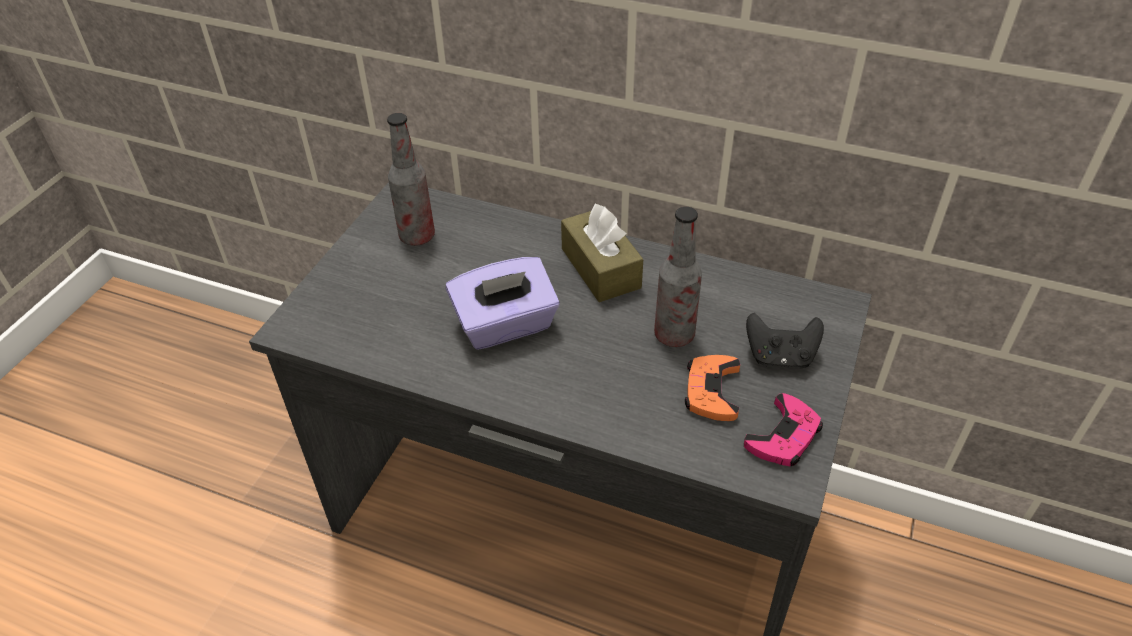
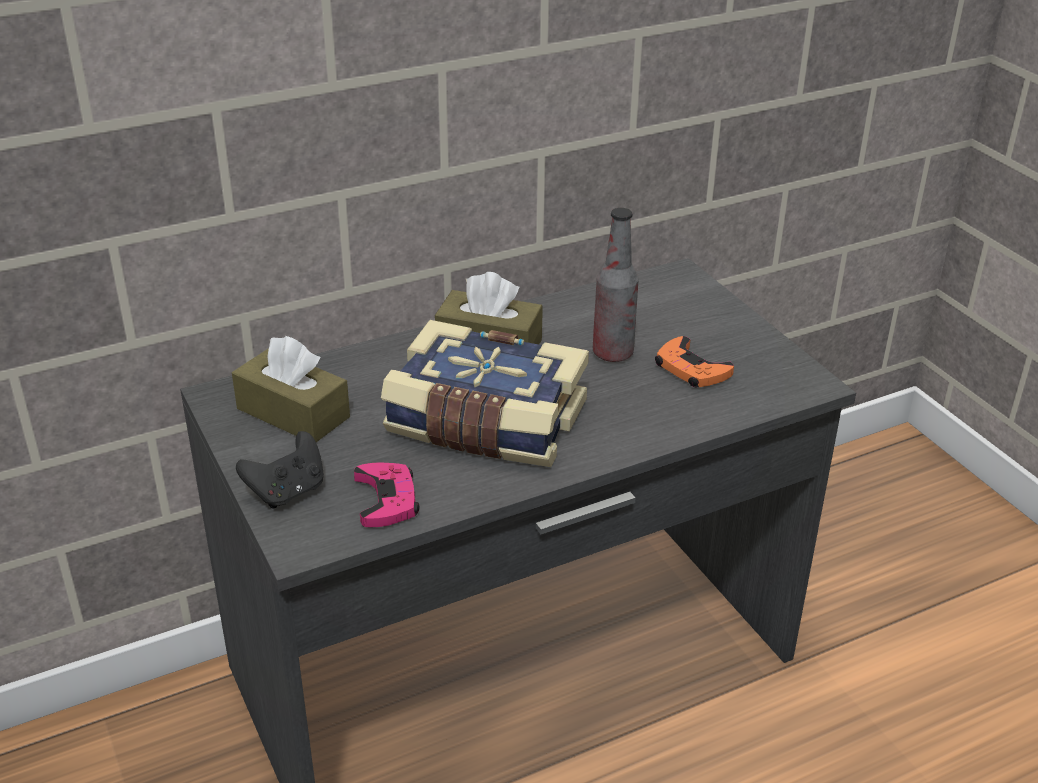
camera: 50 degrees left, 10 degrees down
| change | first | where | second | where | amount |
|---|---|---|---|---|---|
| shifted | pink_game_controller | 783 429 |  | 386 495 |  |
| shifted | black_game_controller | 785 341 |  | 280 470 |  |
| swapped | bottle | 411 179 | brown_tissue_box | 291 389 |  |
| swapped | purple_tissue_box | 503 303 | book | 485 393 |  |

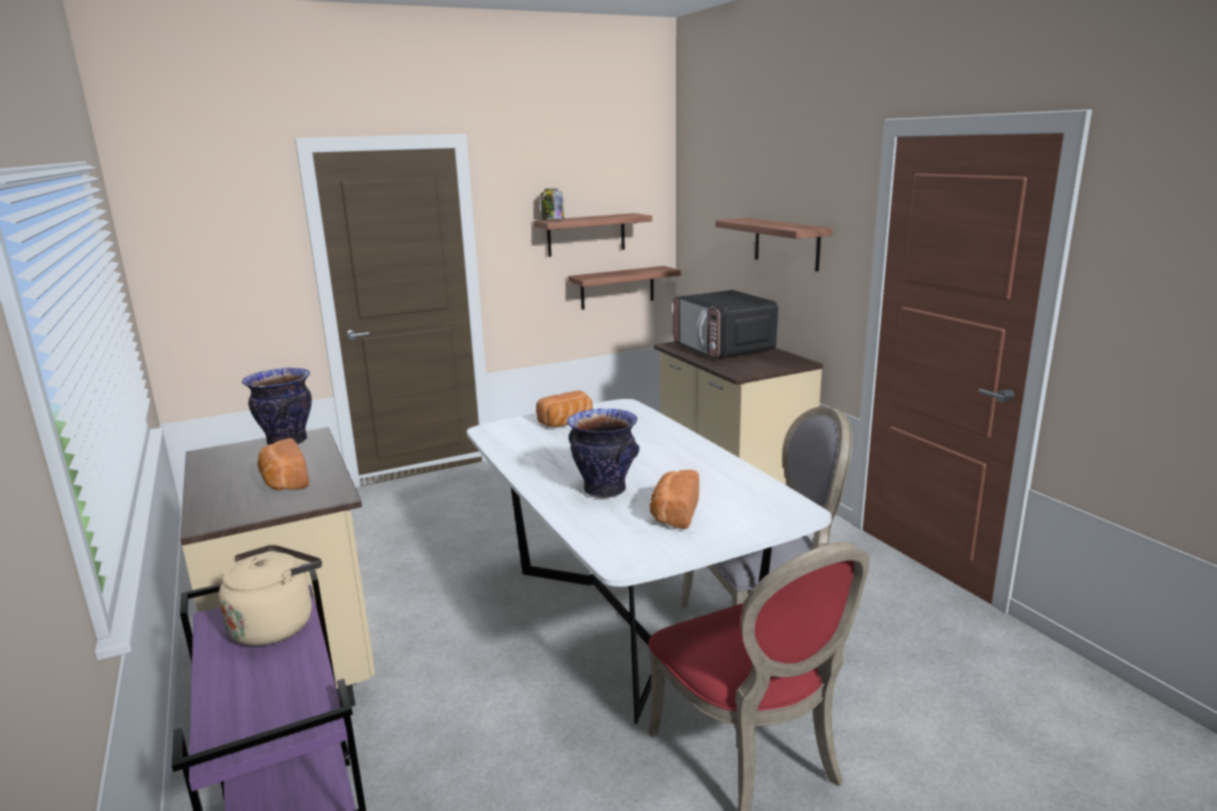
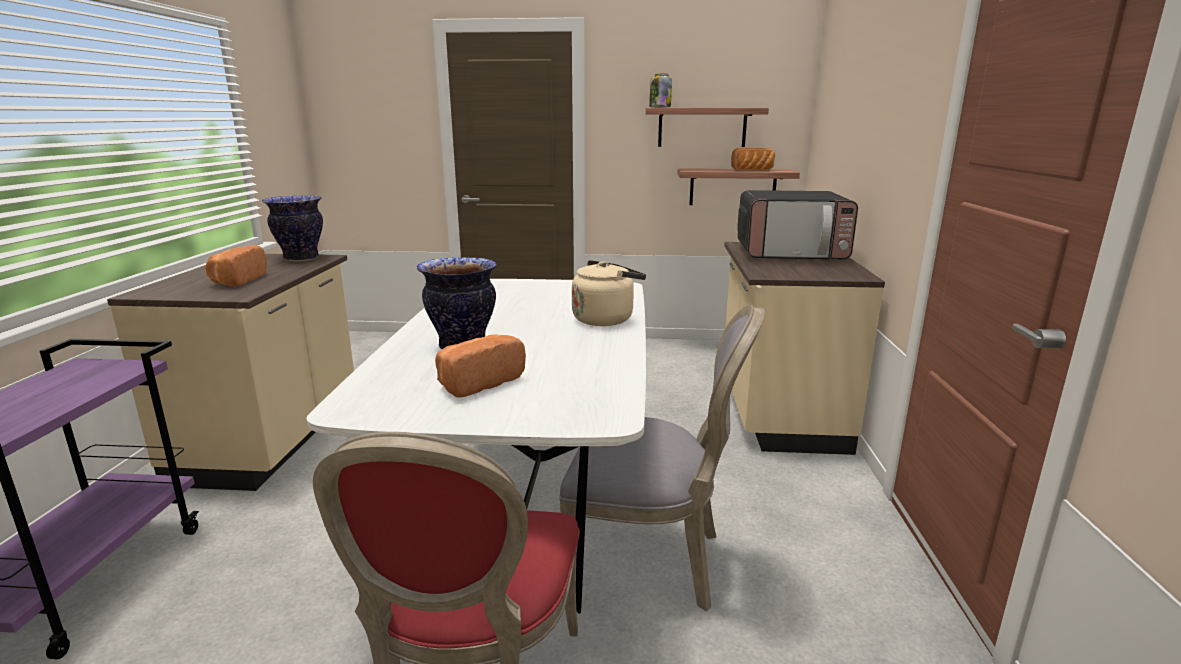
camera: 30 degrees right, 0 degrees up
| change | first | where | second | where | amount |
|---|---|---|---|---|---|
| gone | shelf | 774 245 |  |  |  |
| shifted | beige_kettle | 270 595 |  | 609 293 |  |
| shifted | bread | 564 409 |  | 753 159 |  |
| rotated | microwave | 726 324 |  | 797 225 | 90 degrees counterclockwise |

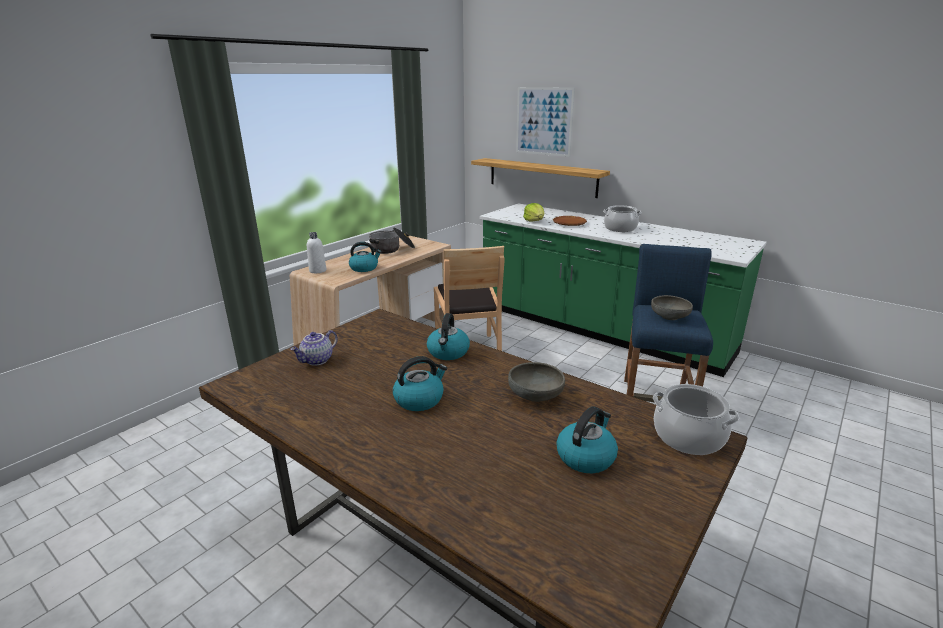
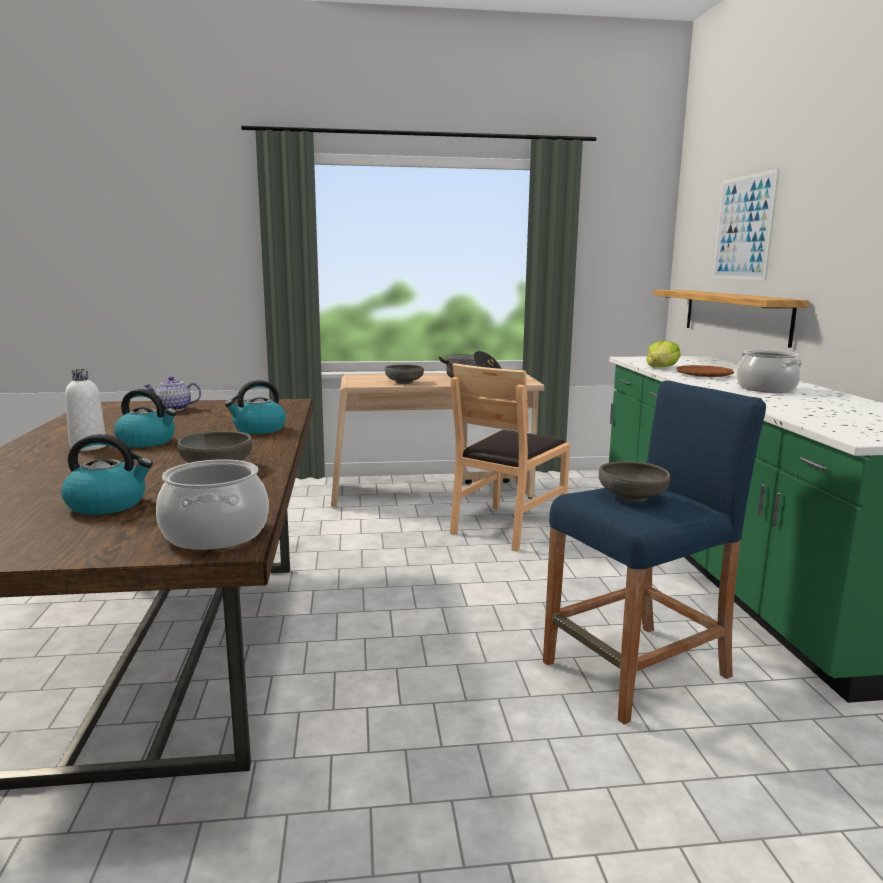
camera: 45 degrees right, 10 degrees down
| change | first | where | second | where | amount |
|---|---|---|---|---|---|
| shifted | white_bottle | 316 252 |  | 85 410 |  |
| swapped | kettle | 365 257 | grey_bowl | 404 374 |  |

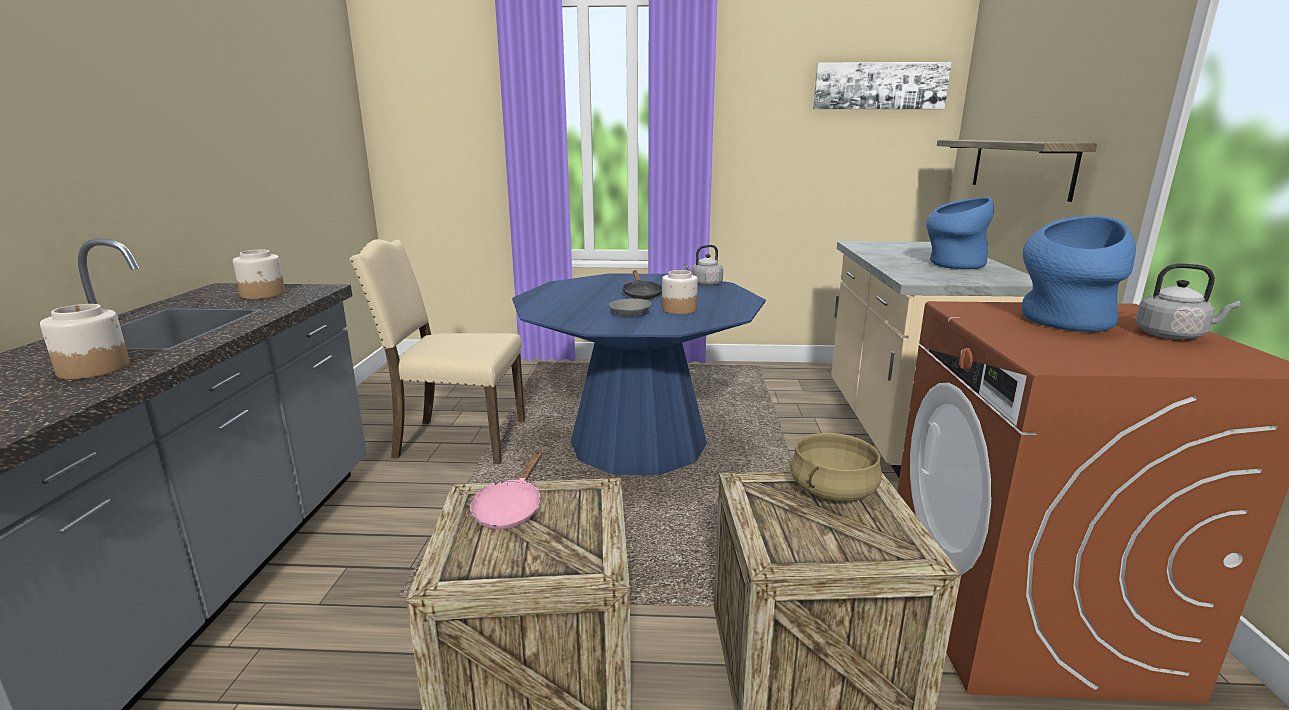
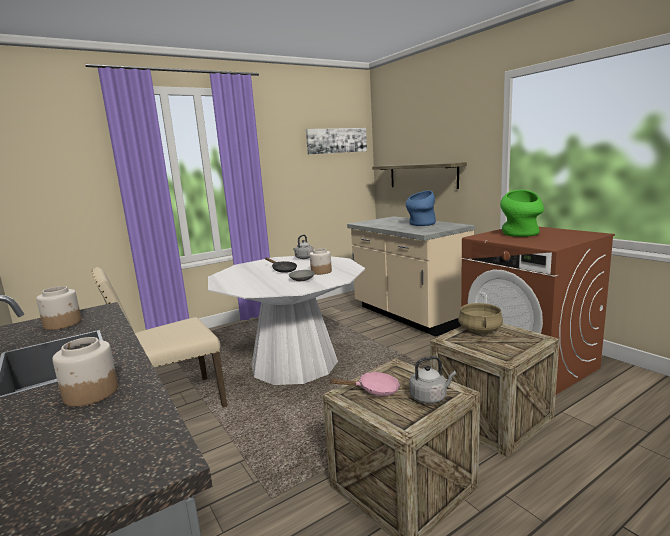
camera: 35 degrees left, 5 degrees down
| change | first | where | second | where | amount |
|---|---|---|---|---|---|
| shifted | grey_kettle | 1188 301 |  | 432 380 |  |
| repainted | blue_dining_table | 639 374 | white_dining_table | 286 320 |  |
| repainted | blue_vase | 1079 274 | green_vase | 522 213 |  |
| rotated | pink_frying_pan | 506 490 |  | 364 384 | 75 degrees counterclockwise |

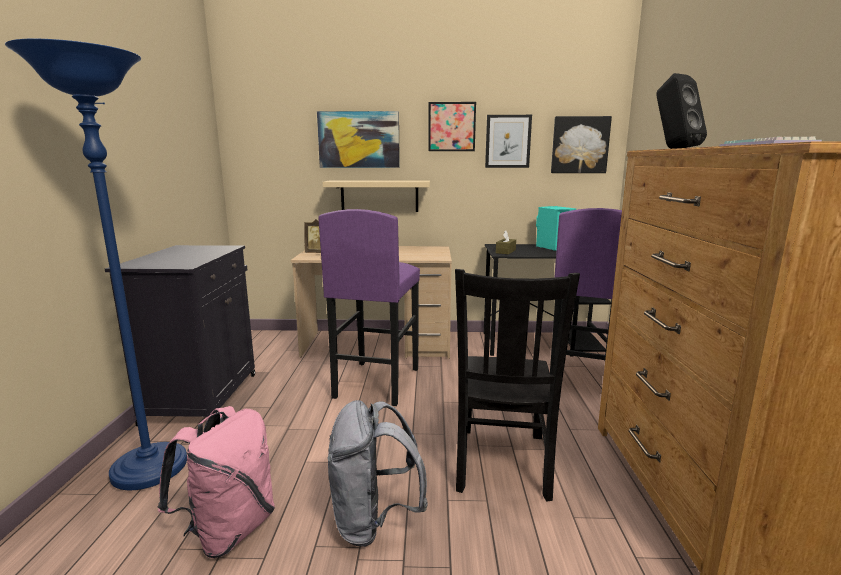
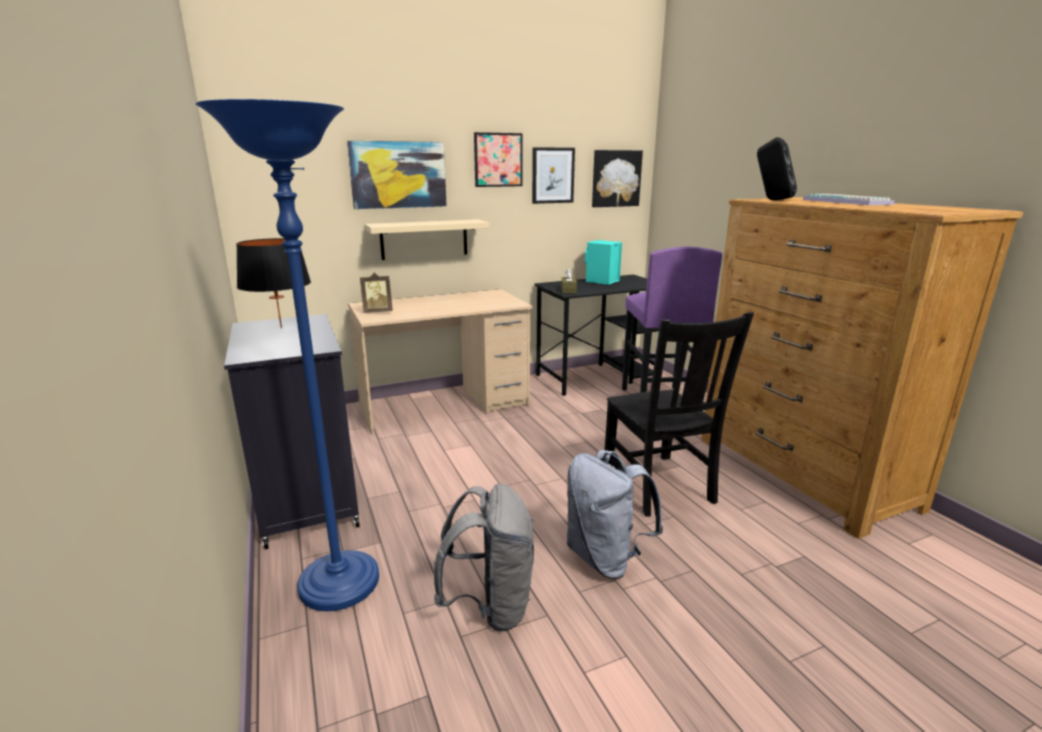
camera: 25 degrees left, 5 degrees up
| change | first | where | second | where | amount |
|---|---|---|---|---|---|
| gone | purple_stool | 369 307 |  |  |  |
| new |  |  | black_table_lamp | 273 283 |  |
| repainted | pink_backpack | 216 482 | grey_backpack | 484 558 |  |

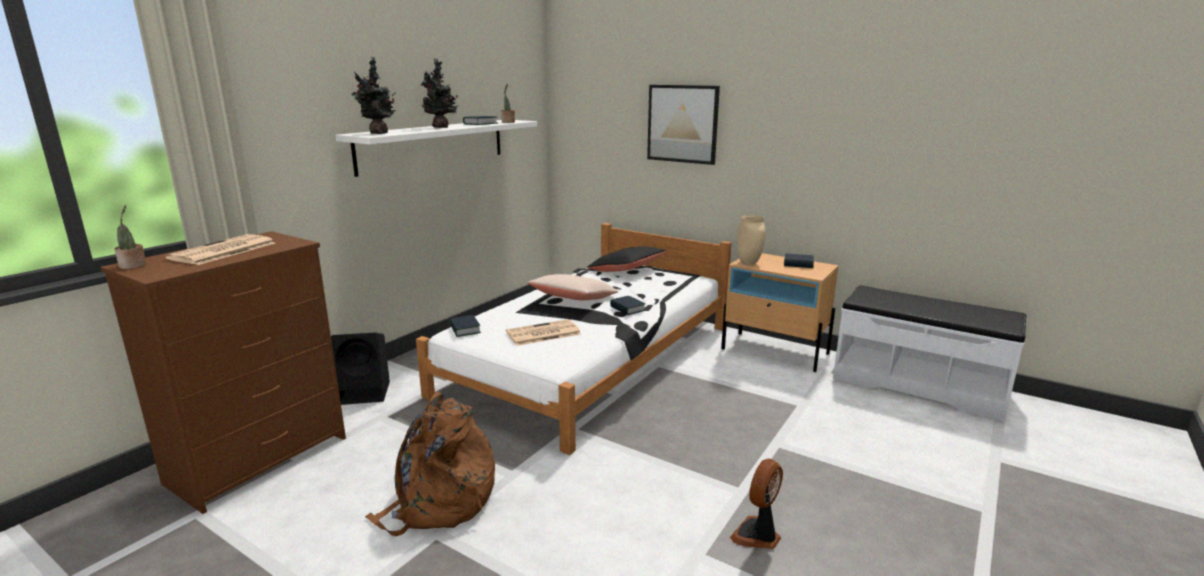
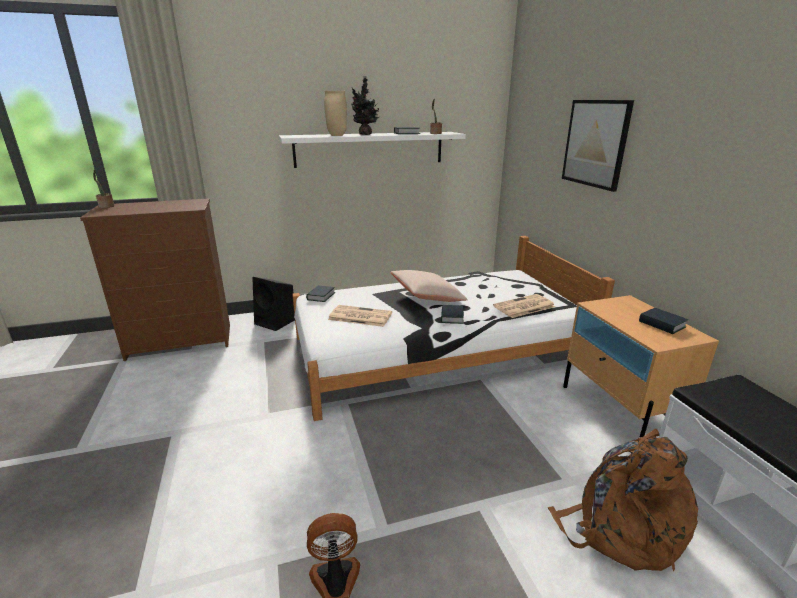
camera: 40 degrees right, 5 degrees up
| change | first | where | second | where | amount |
|---|---|---|---|---|---|
| gone | potted_plant | 373 95 |  |  |  |
| gone | black_pillow | 627 259 |  |  |  |
| shifted | newspaper | 220 249 |  | 524 306 |  |
| shifted | brown_backpack | 430 464 |  | 623 500 |  |
| shifted | beige_vase | 751 240 |  | 335 113 |  |

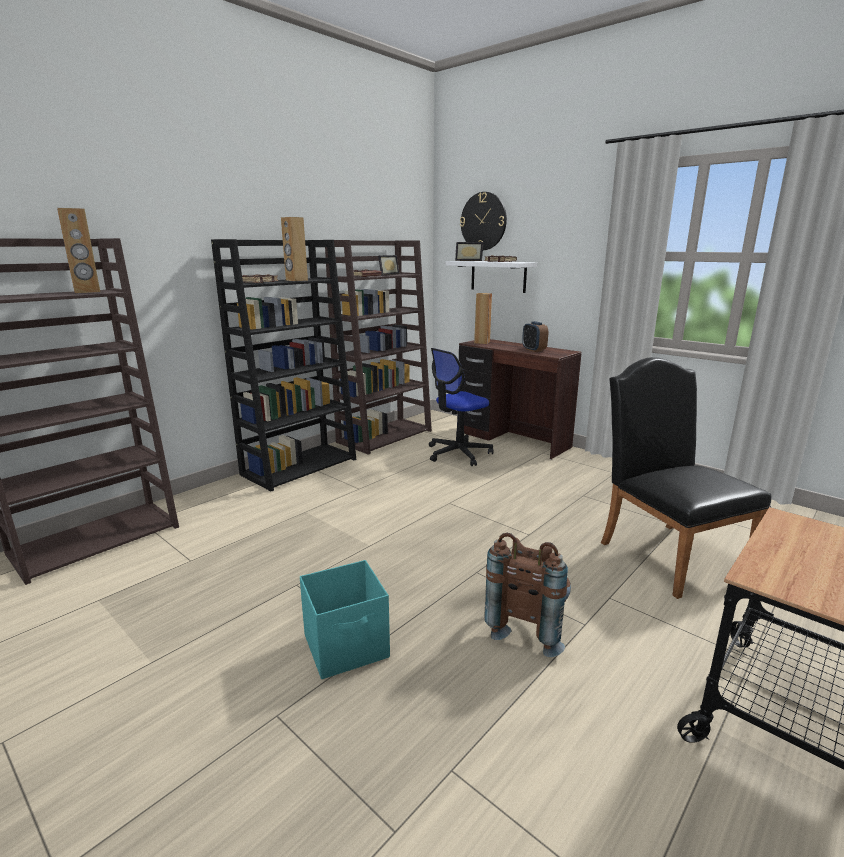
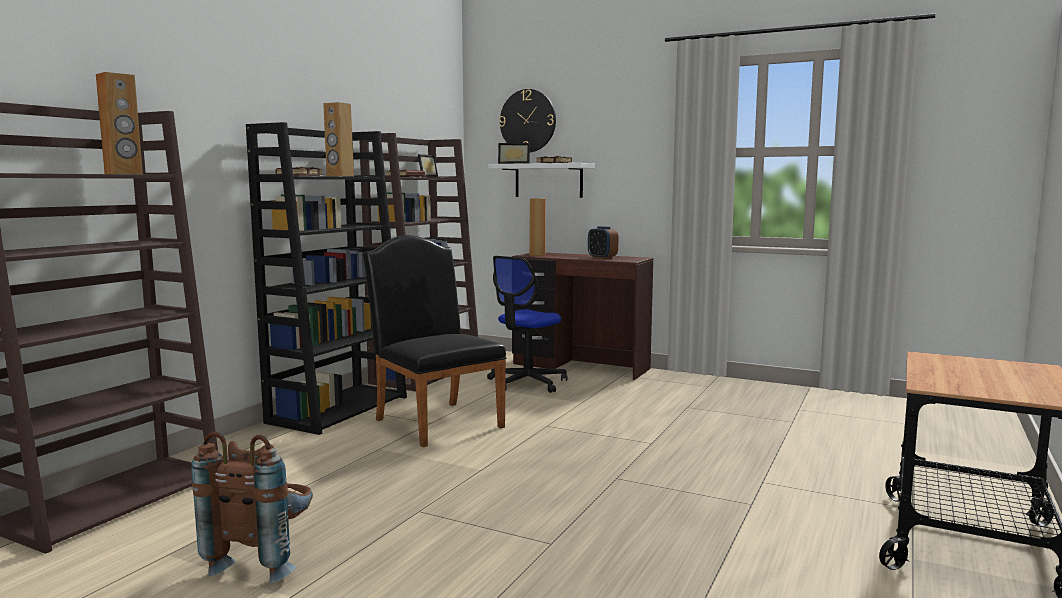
camera: 15 degrees left, 10 degrees down
| change | first | where | second | where | amount |
|---|---|---|---|---|---|
| gone | turquoise_storage_box | 345 619 |  |  |  |
| shifted | brown_backpack | 528 595 |  | 252 507 |  |
| shifted | black_chair | 686 478 |  | 435 341 |  |

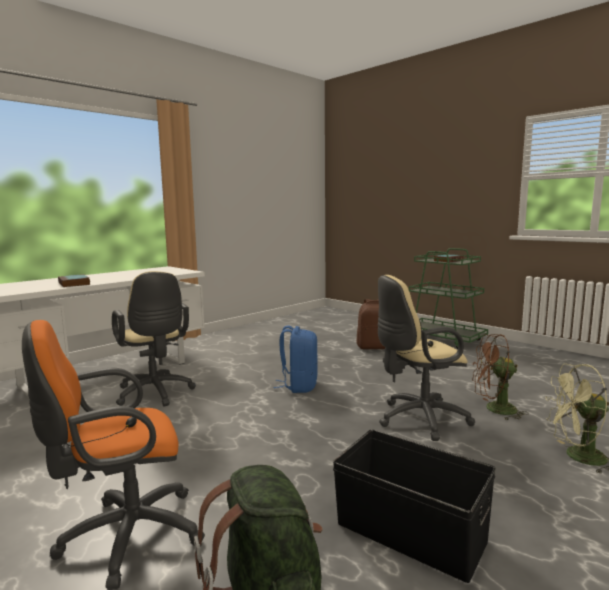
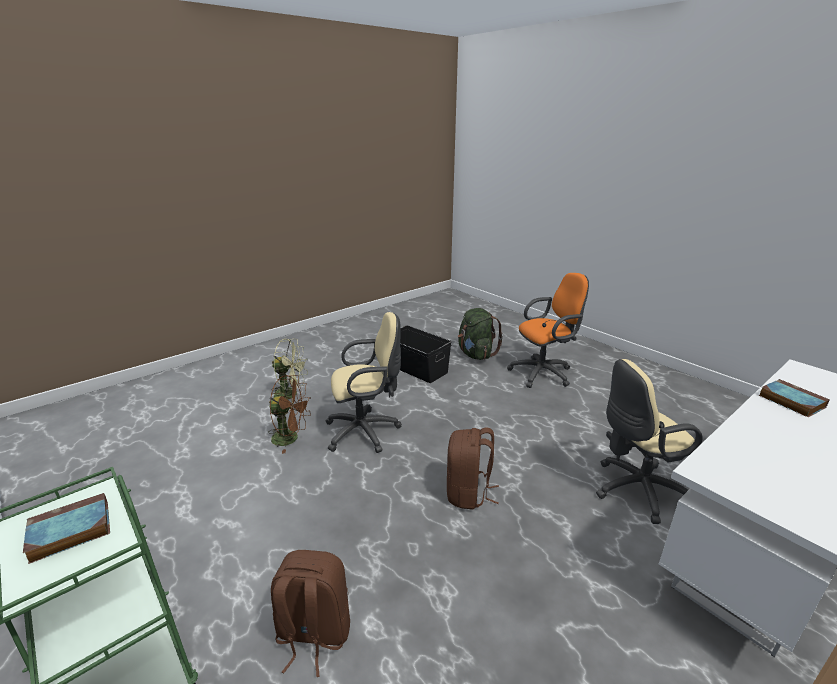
camera: 175 degrees left, 15 degrees up
| change | first | where | second | where | amount |
|---|---|---|---|---|---|
| repainted | blue_backpack | 295 359 | brown_backpack | 473 469 |  |
| rotated | beige_office_chair | 154 338 |  | 649 441 | 75 degrees counterclockwise |

